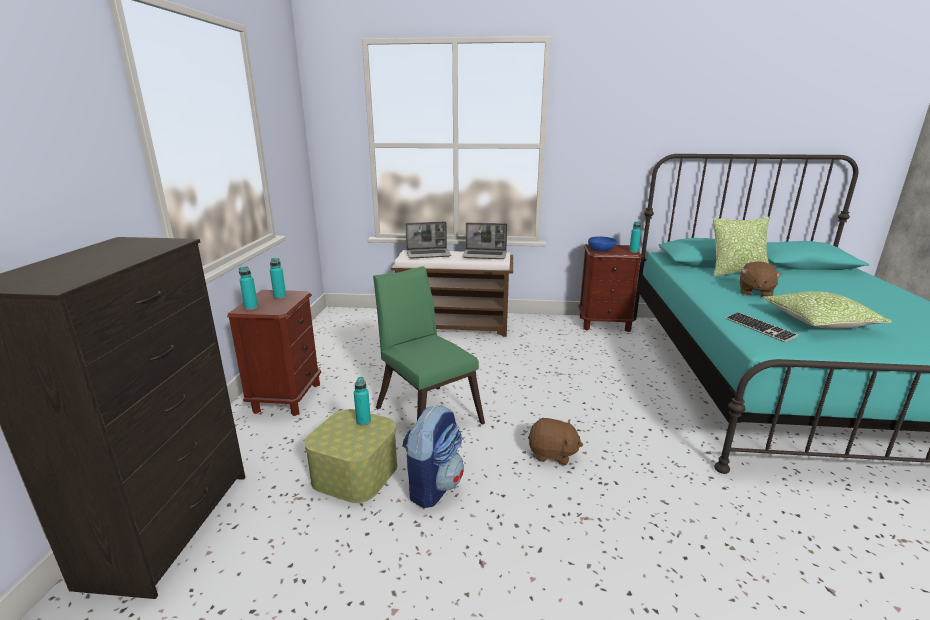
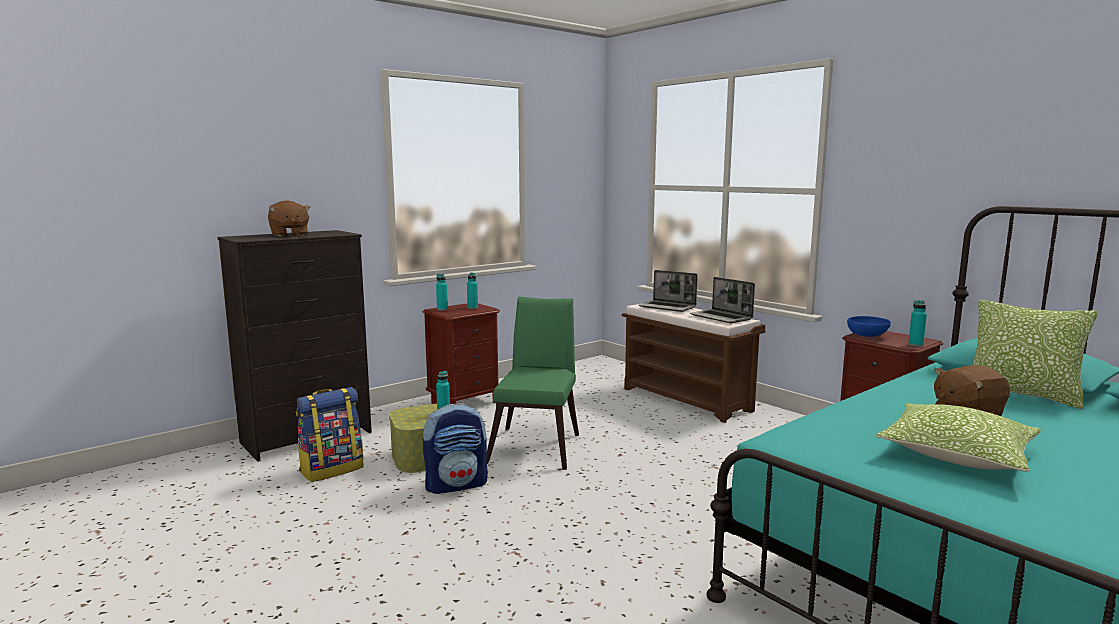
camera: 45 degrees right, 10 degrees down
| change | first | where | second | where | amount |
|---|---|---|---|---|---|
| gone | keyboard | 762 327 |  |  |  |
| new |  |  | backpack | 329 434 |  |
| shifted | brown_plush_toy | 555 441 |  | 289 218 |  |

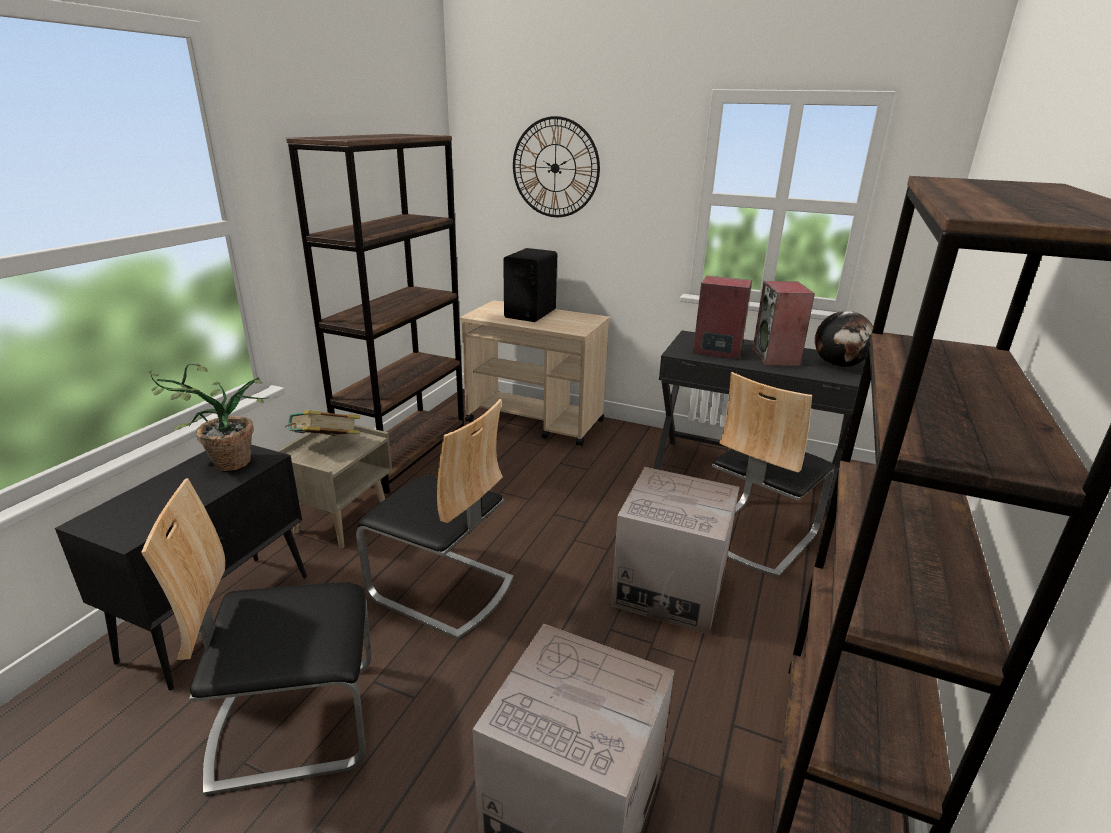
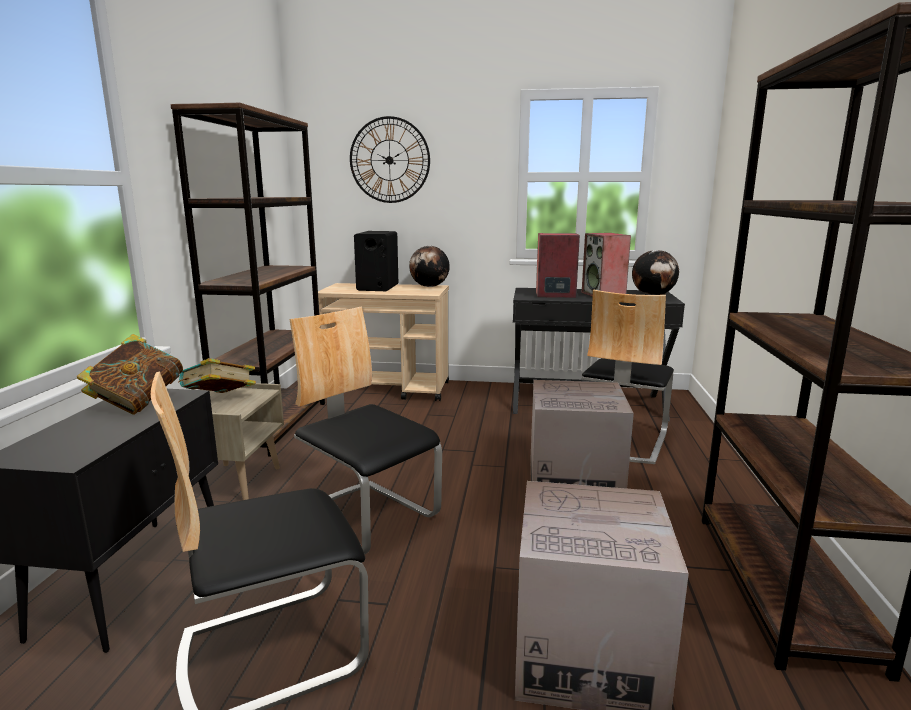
camera: 15 degrees left, 10 degrees down
| change | first | where | second | where | amount |
|---|---|---|---|---|---|
| new |  |  | globe | 429 266 |  |
| swapped | potted_plant | 210 417 | book | 130 374 |  |
| rotated | chair | 435 519 |  | 365 430 | 150 degrees counterclockwise |

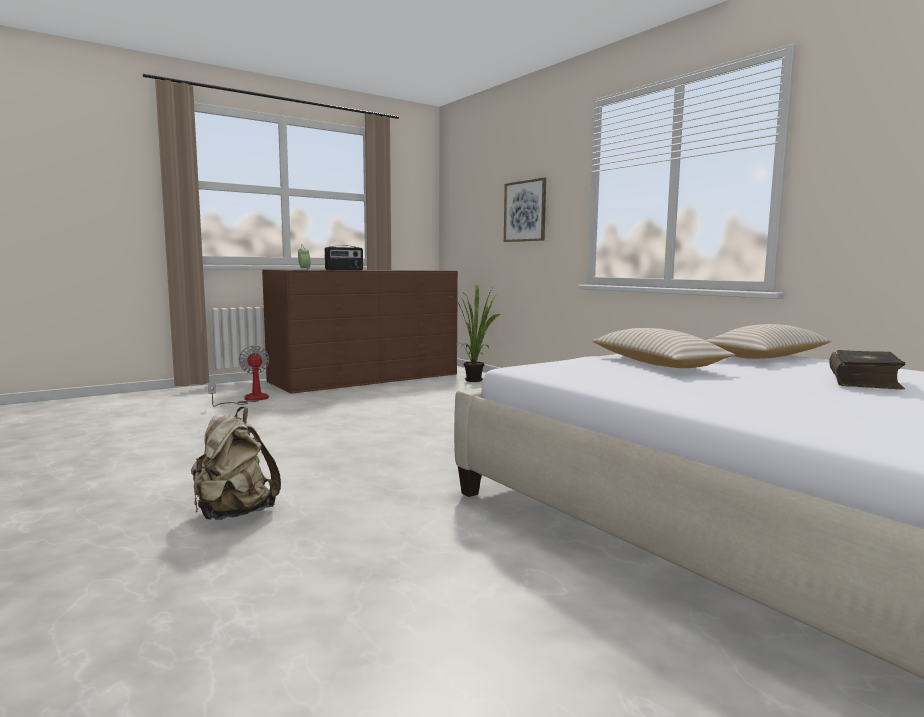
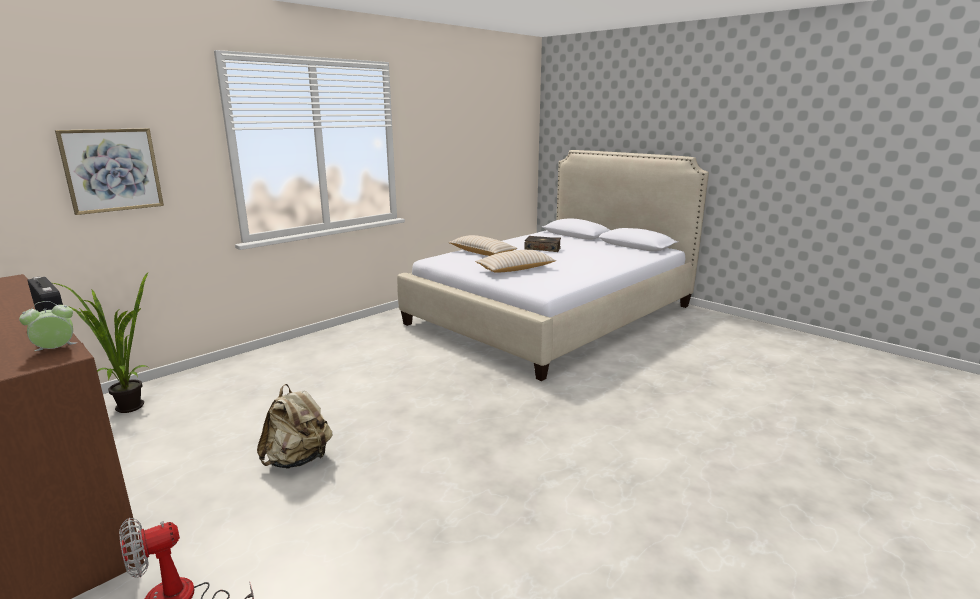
camera: 100 degrees left, 10 degrees up
| change | first | where | second | where | amount |
|---|---|---|---|---|---|
| shifted | beige_backpack | 236 463 |  | 294 426 |  |

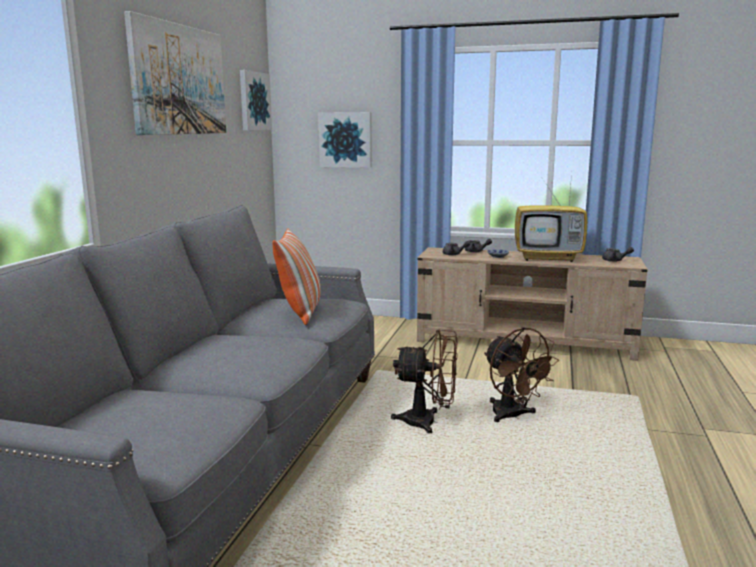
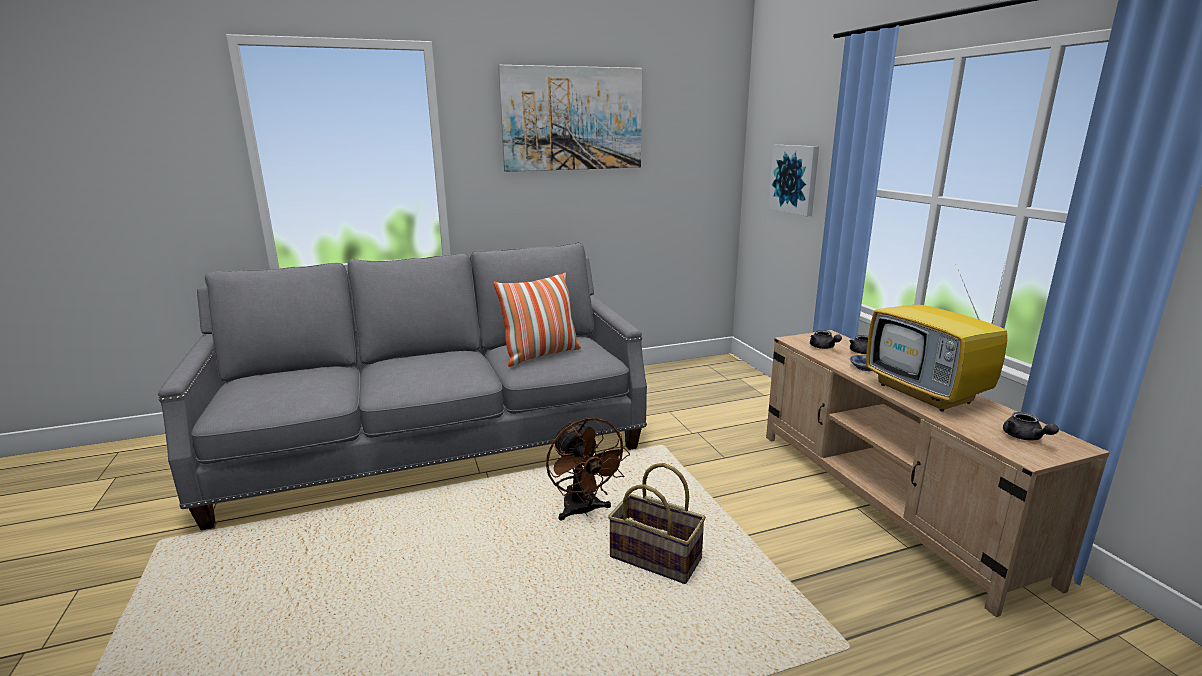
camera: 55 degrees right, 5 degrees up
| change | first | where | second | where | amount |
|---|---|---|---|---|---|
| gone | picture | 256 100 |  |  |  |
| swapped | brown_fan | 521 374 | basket | 657 523 |  |

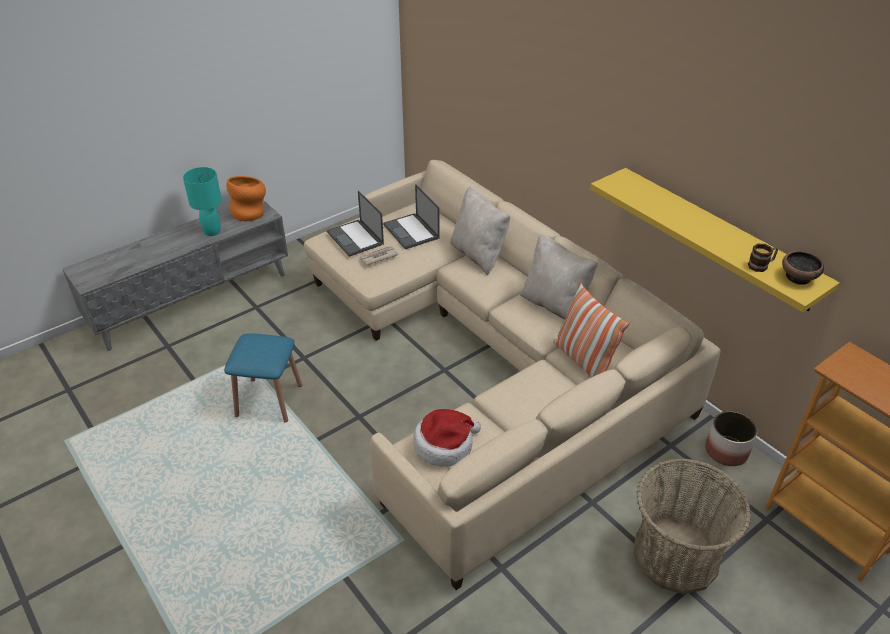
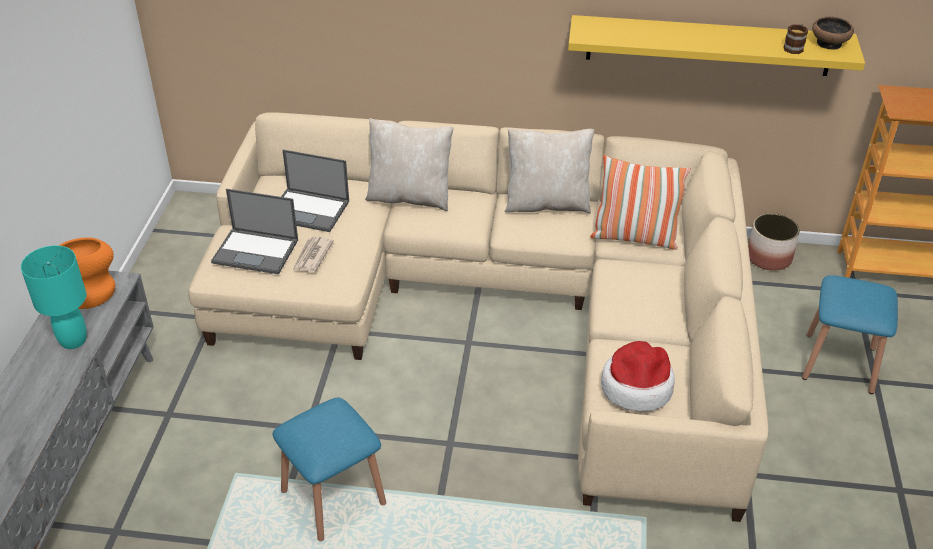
camera: 45 degrees left, 0 degrees up
| change | first | where | second | where | amount |
|---|---|---|---|---|---|
| swapped | basket | 692 526 | blue_stool | 850 334 |  |

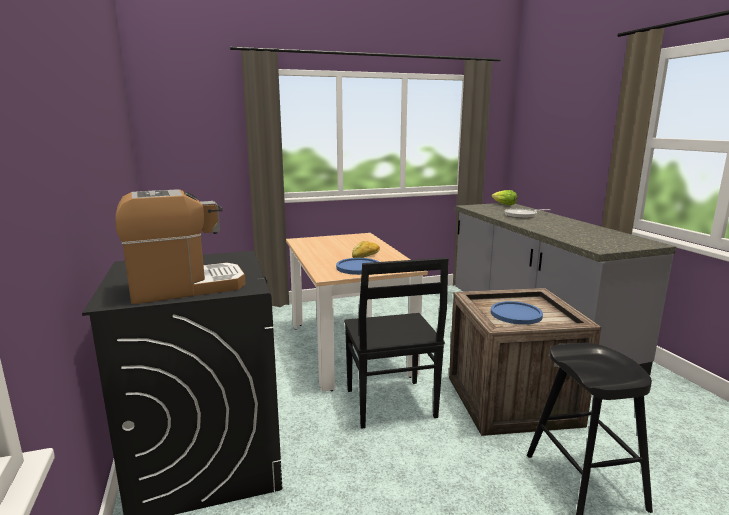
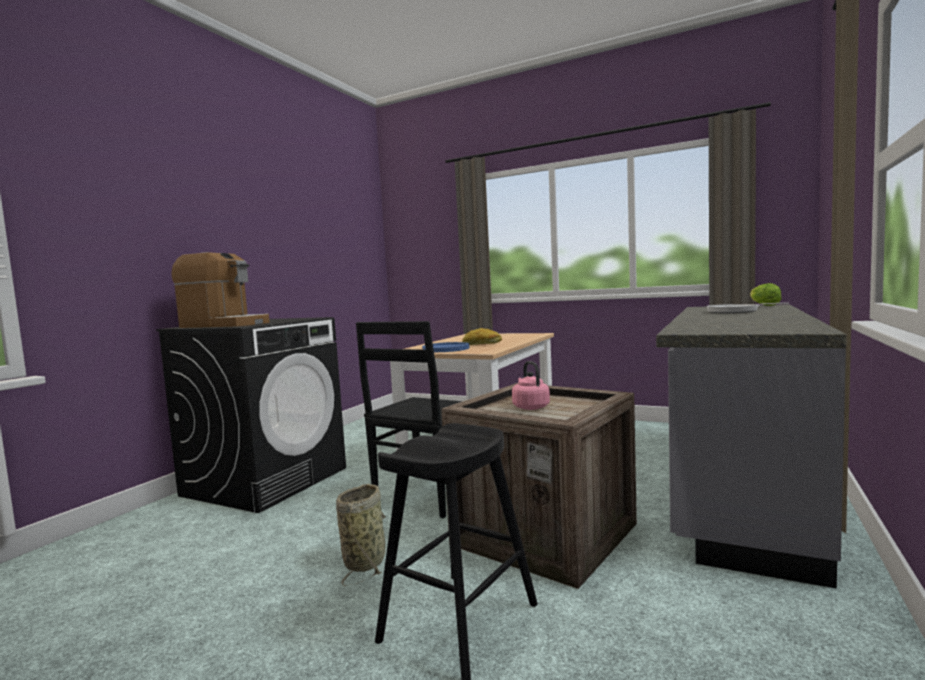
camera: 45 degrees right, 10 degrees down
| change | first | where | second | where | amount |
|---|---|---|---|---|---|
| new |  |  | basket | 361 535 |  |
| swapped | blue_plate | 517 313 | pink_kettle | 531 385 |  |

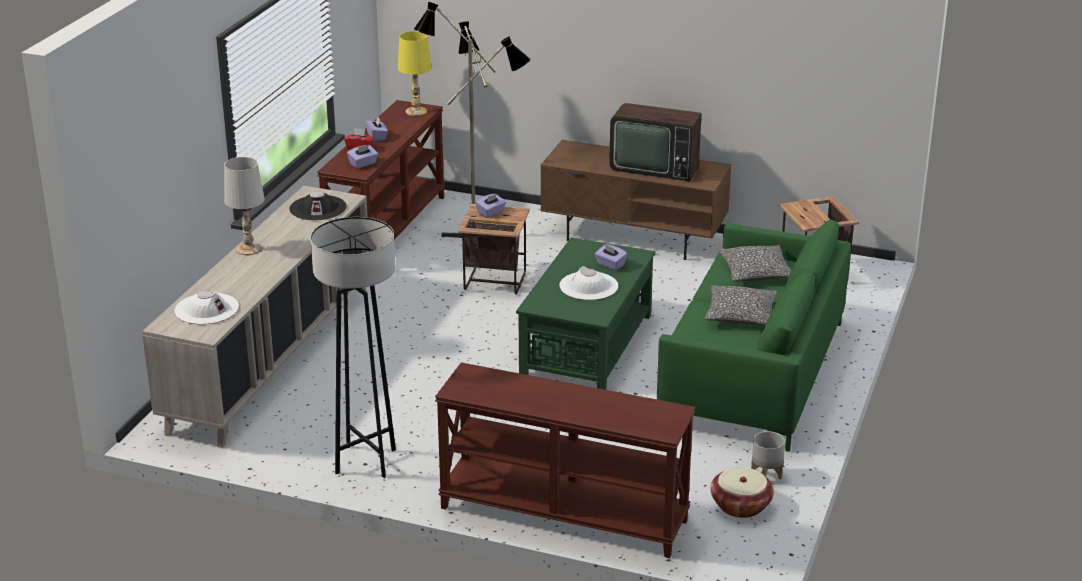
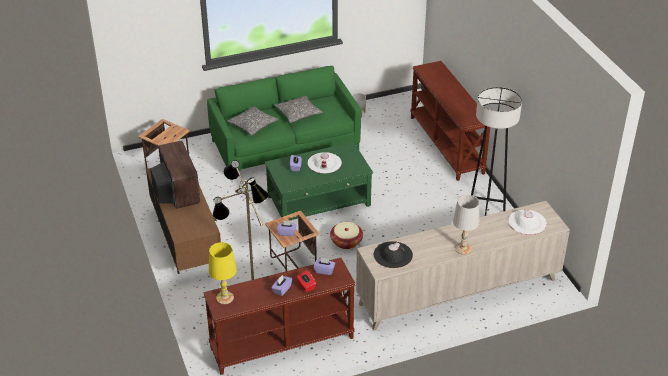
camera: 130 degrees left, 10 degrees up
| change | first | where | second | where | amount |
|---|---|---|---|---|---|
| shifted | basket | 742 492 |  | 346 235 |  |

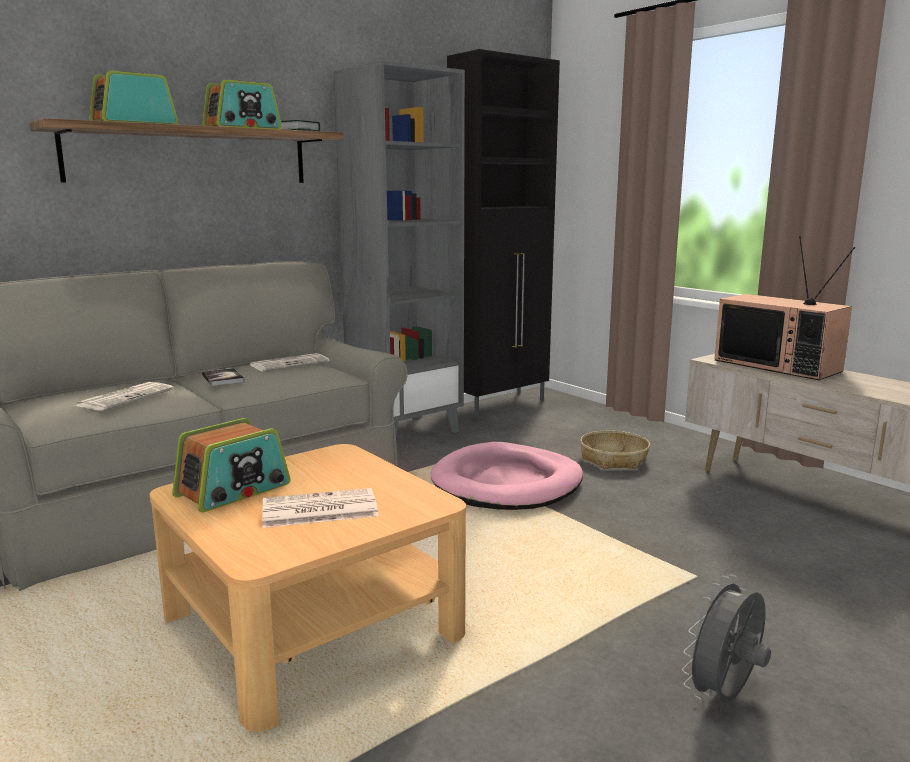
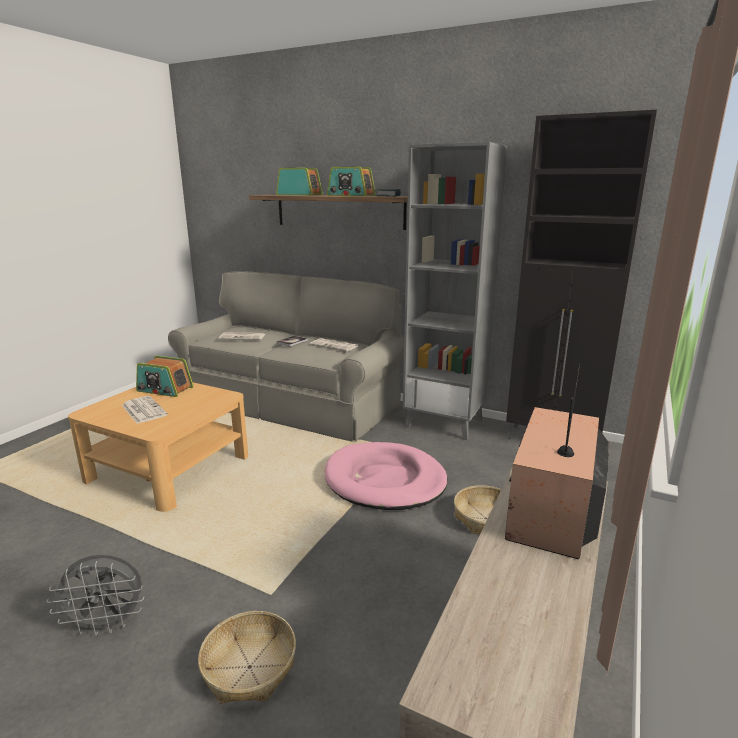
camera: 65 degrees right, 5 degrees up
| change | first | where | second | where | amount |
|---|---|---|---|---|---|
| new |  |  | basket | 247 657 |  |
| rotated | grey_fan | 726 639 |  | 96 595 | 150 degrees clockwise |

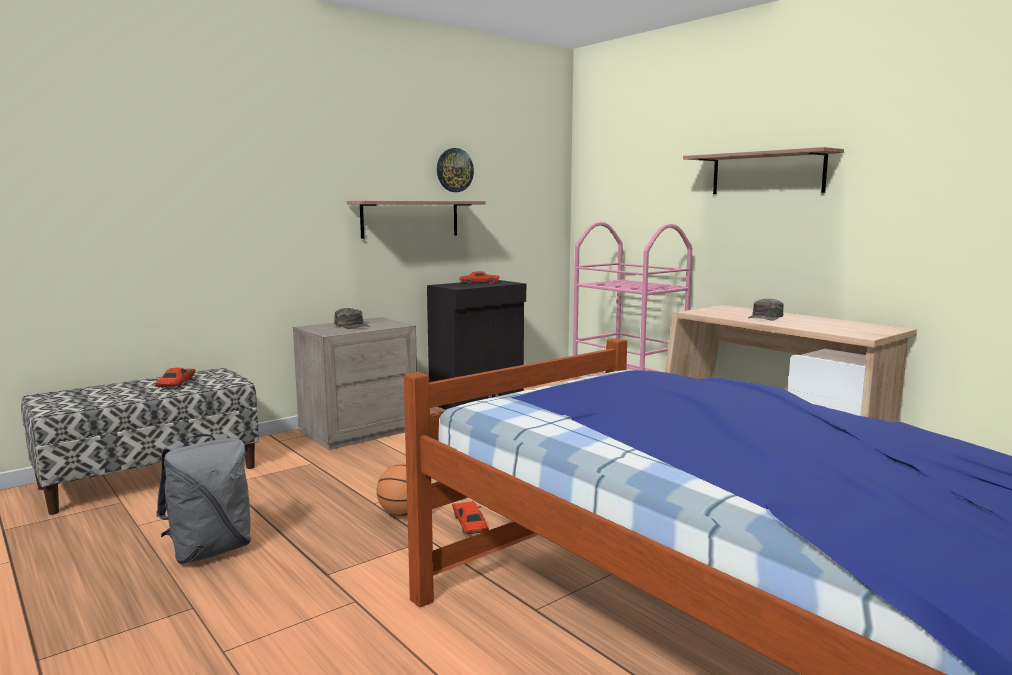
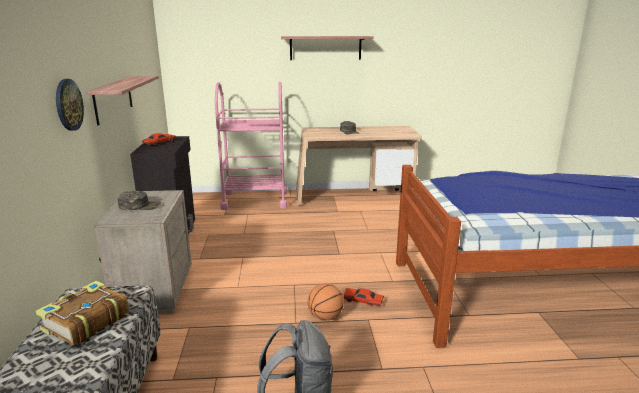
camera: 55 degrees left, 10 degrees up
| change | first | where | second | where | amount |
|---|---|---|---|---|---|
| shifted | wall_clock | 455 170 |  | 70 105 |  |
| swapped | red_toy_car | 175 378 | book | 82 313 |  |

